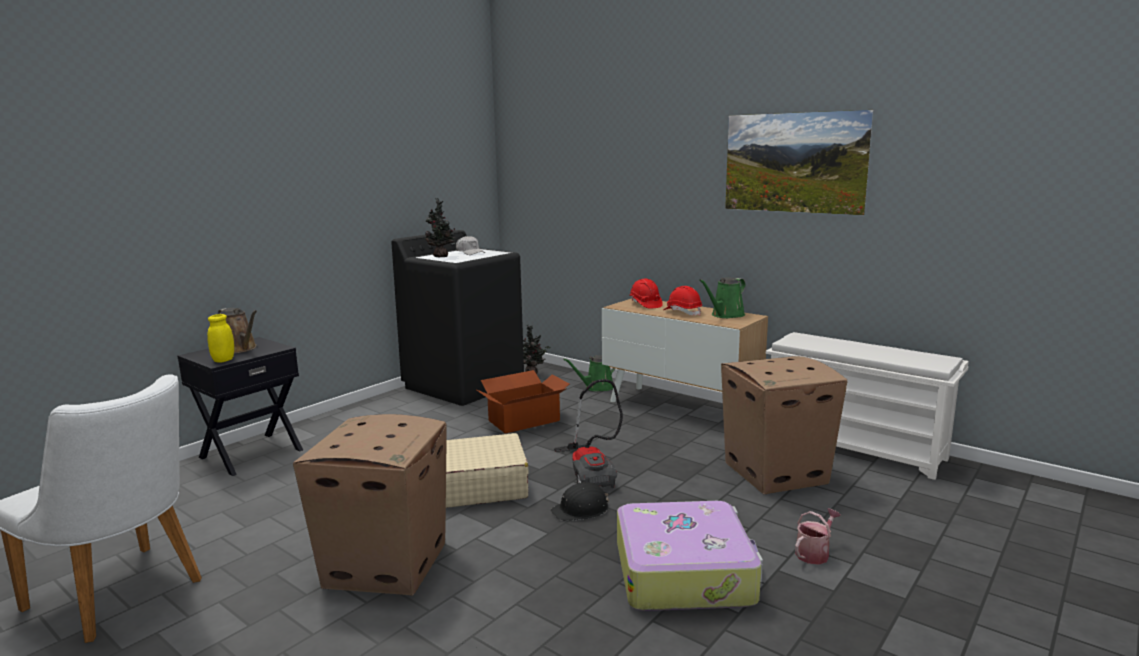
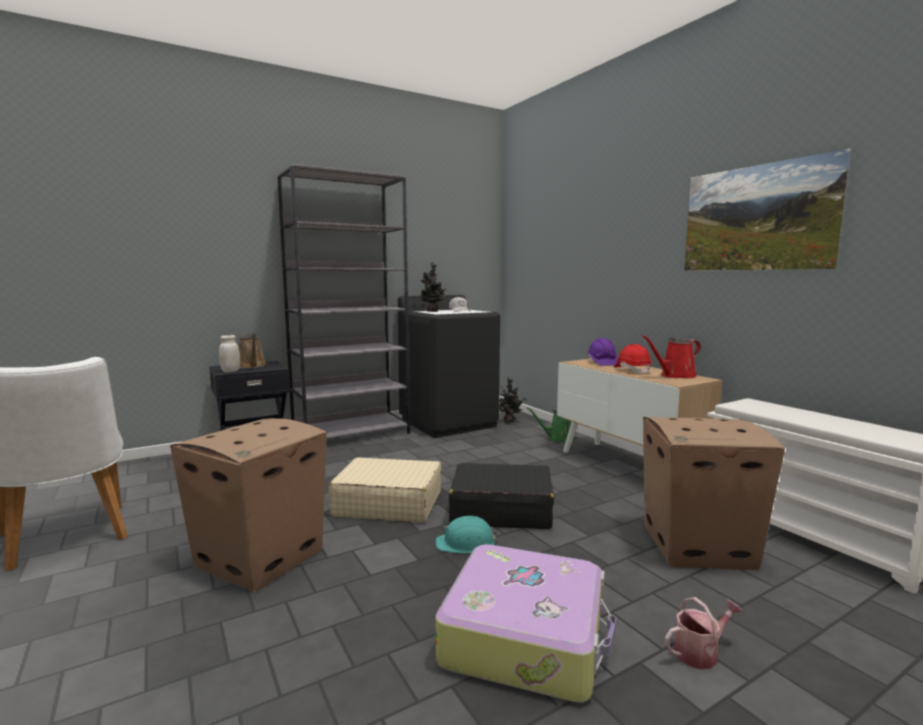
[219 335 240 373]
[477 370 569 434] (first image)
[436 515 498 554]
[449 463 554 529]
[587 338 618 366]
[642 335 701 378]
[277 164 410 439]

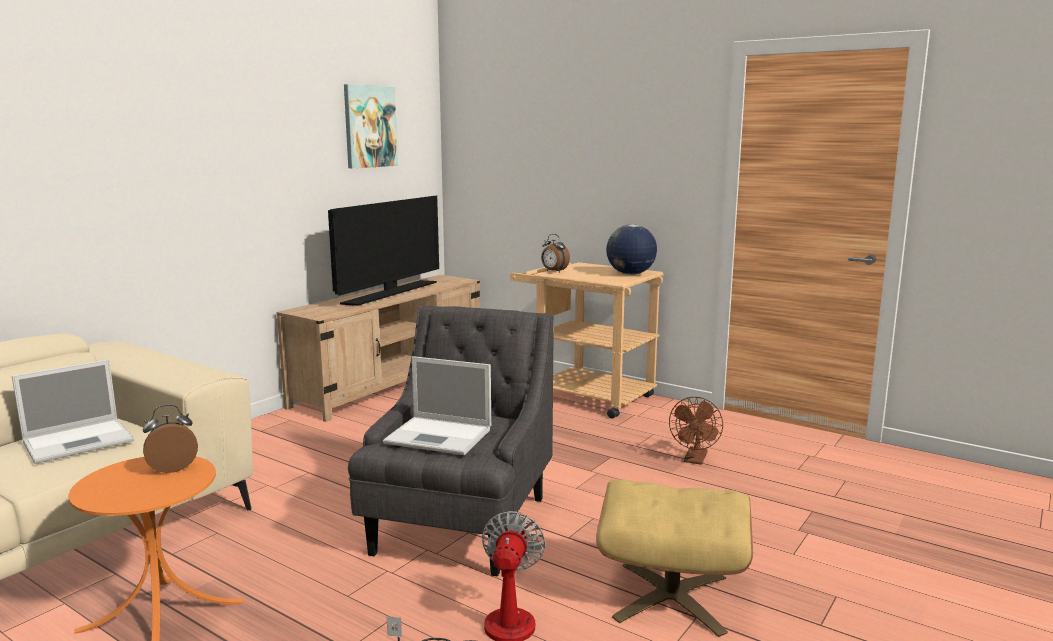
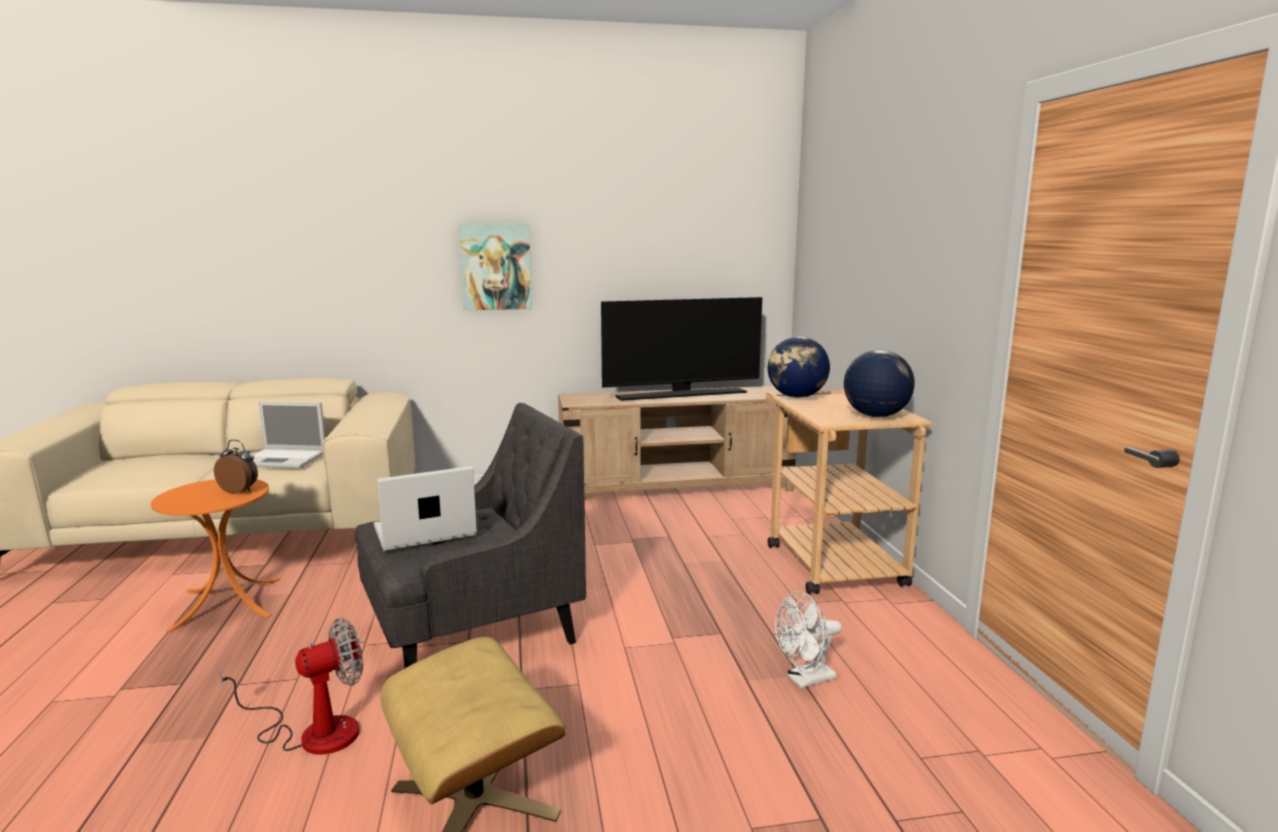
[459 223 532 310]
[374 466 477 551]
[768 337 830 398]
[775 591 842 688]

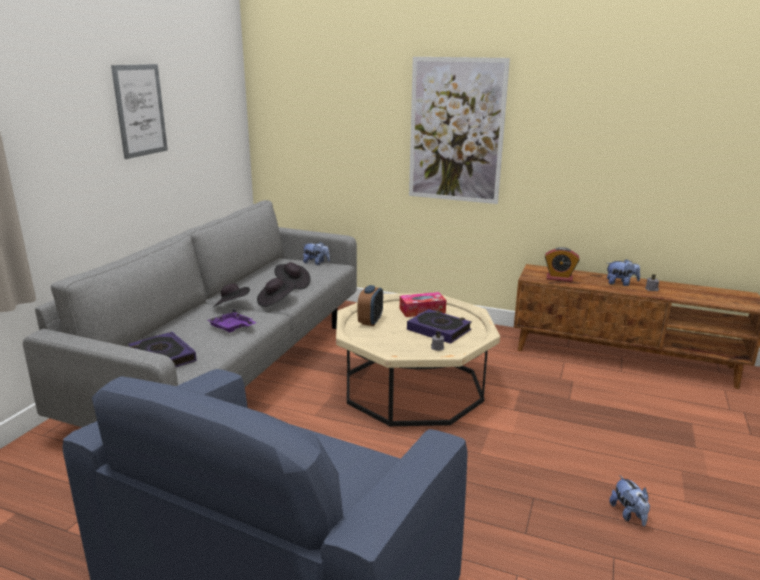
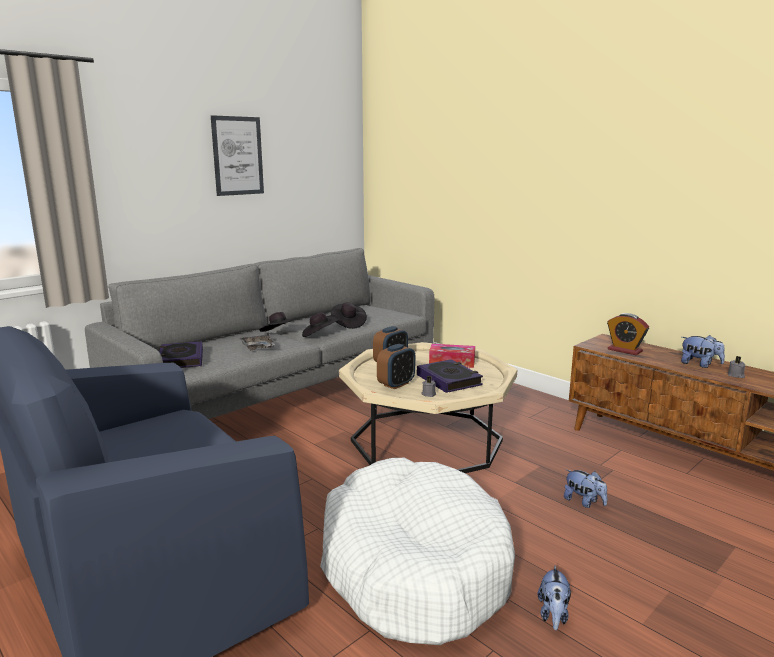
[240 332 275 350]
[564 469 607 508]
[409 57 510 204] (first image)
[320 458 515 645]
[377 344 415 389]

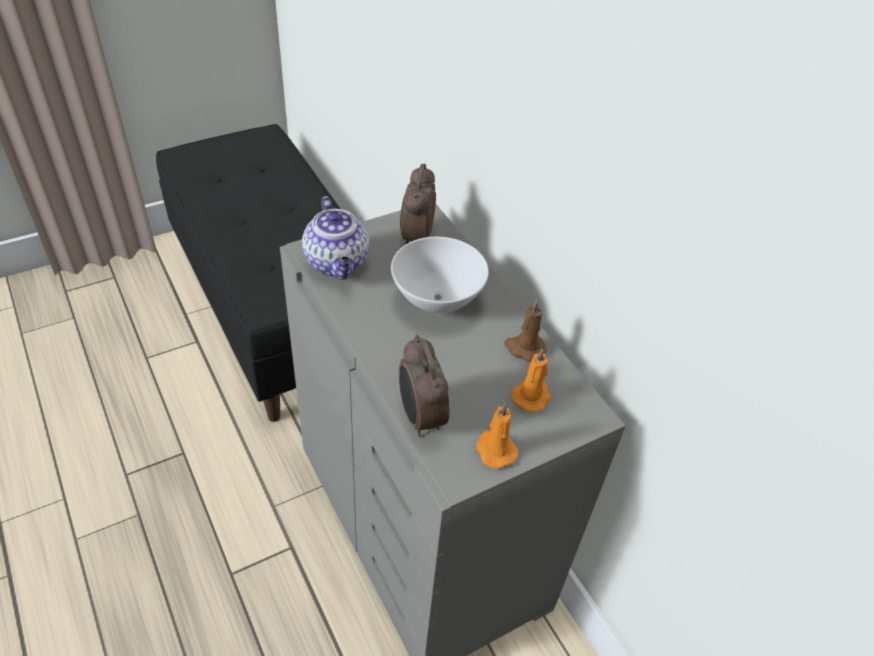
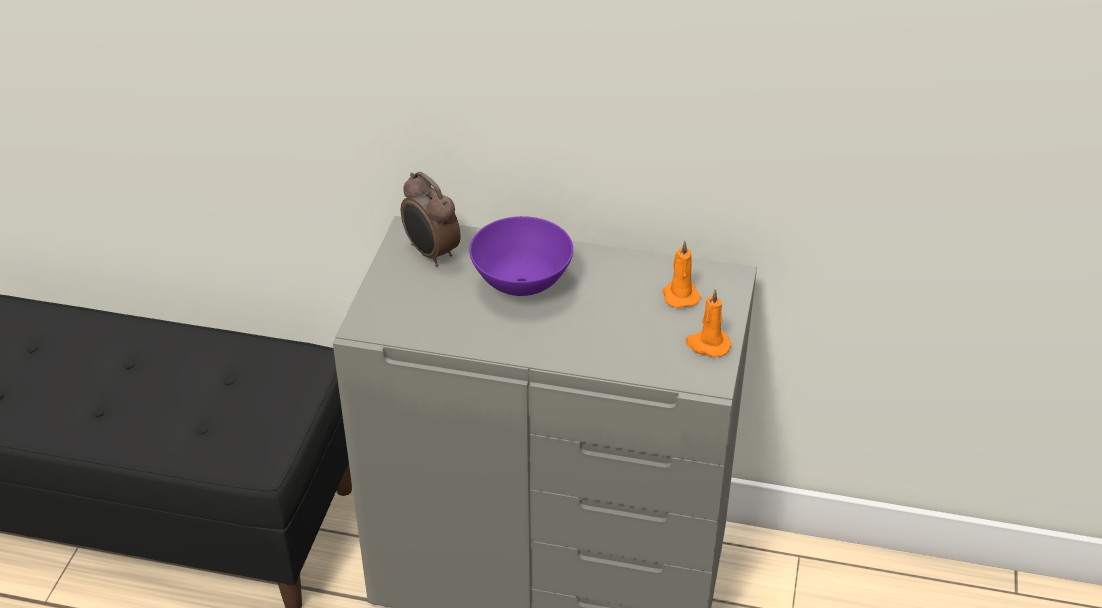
[302 196 370 280] (first image)
[469 216 573 296]
[399 335 449 437] (first image)
[505 300 547 362] (first image)

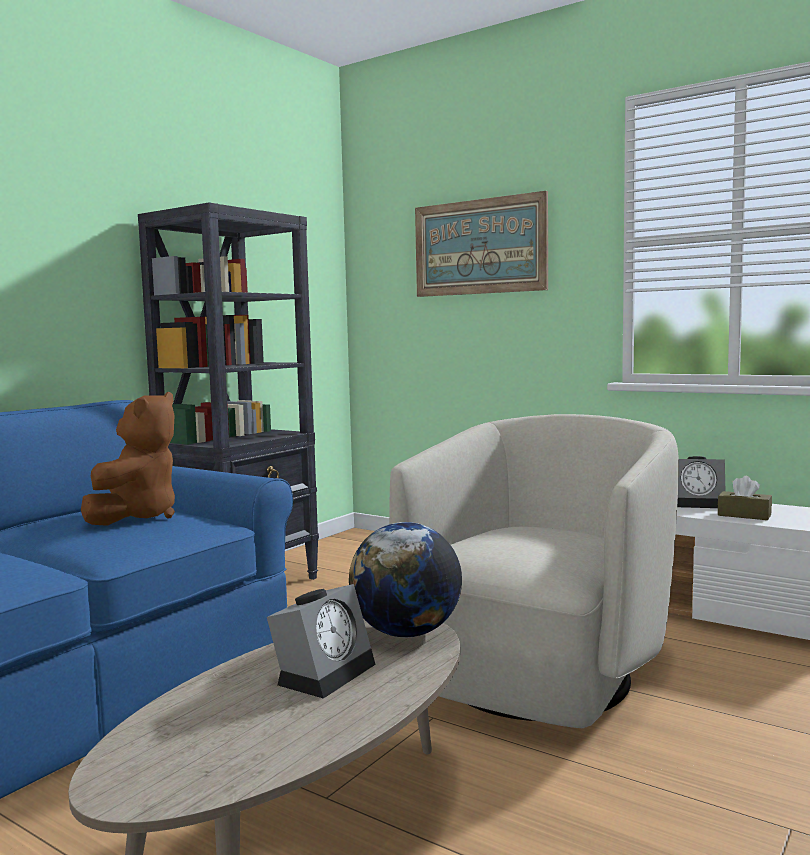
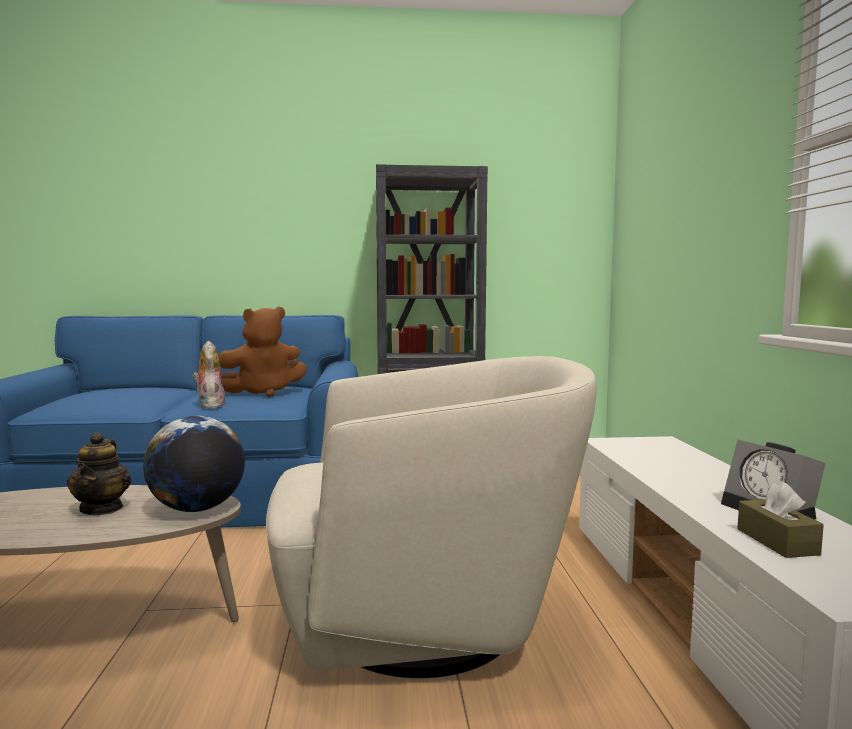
[67 432 131 515]
[415 191 548 297] (first image)
[193 341 225 408]

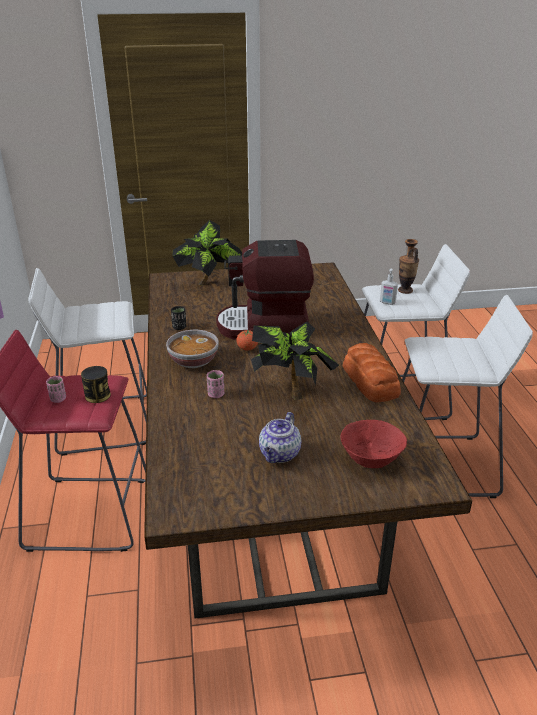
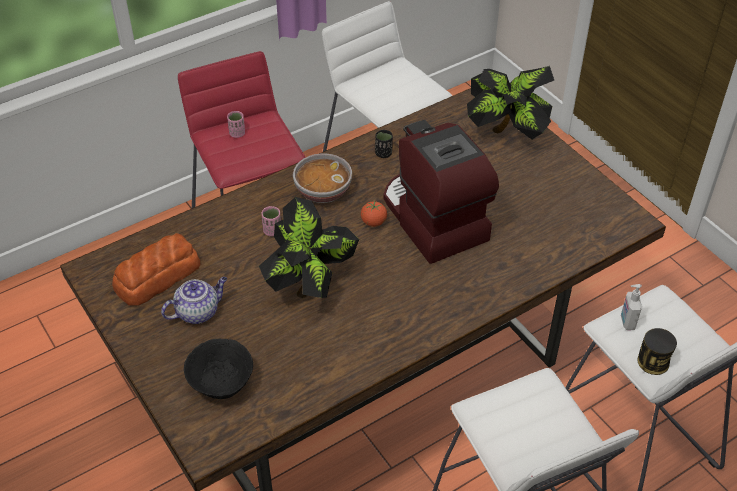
[637 328 677 375]
[161 277 227 324]
[184 339 253 399]
[112 233 200 306]
[398 239 419 294] (first image)

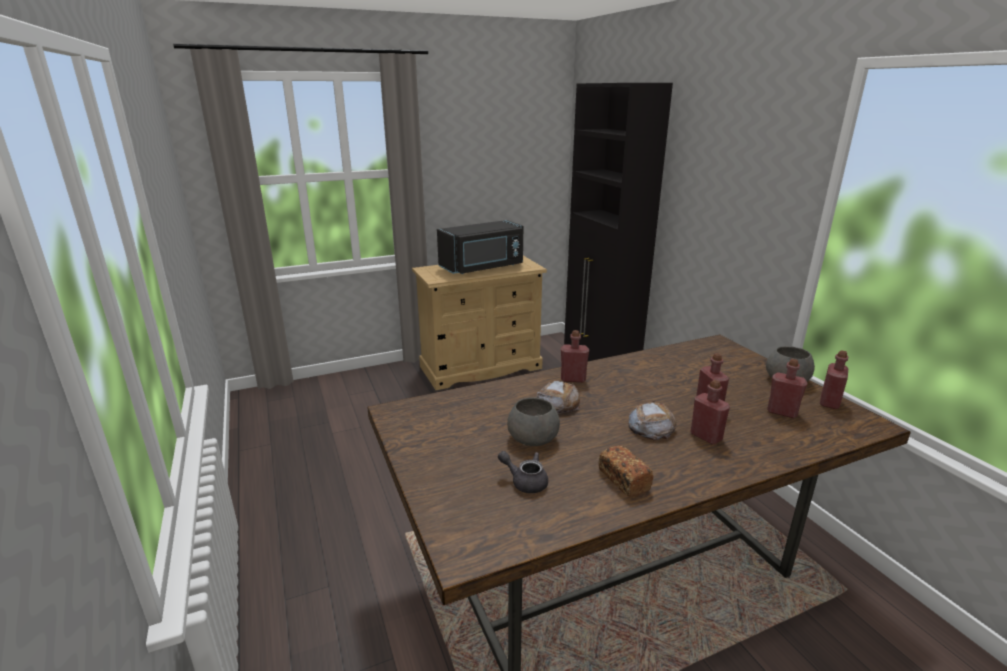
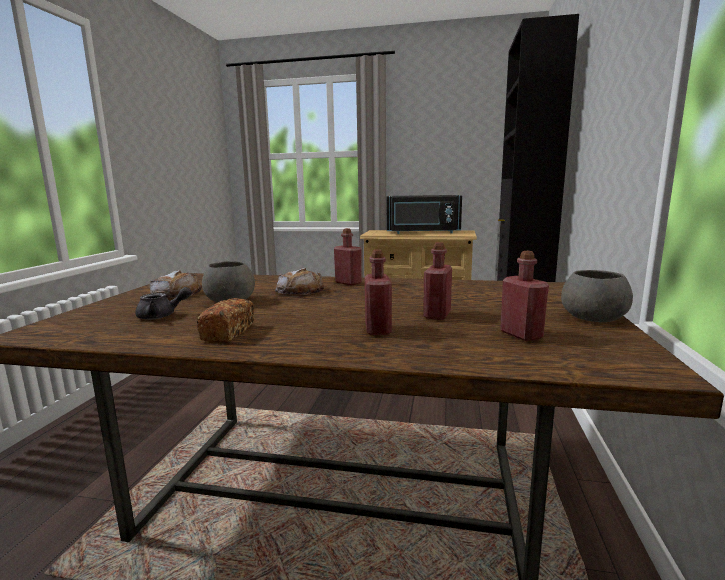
[135 287 192 320]
[149 270 202 298]
[820 350 848 409] (first image)

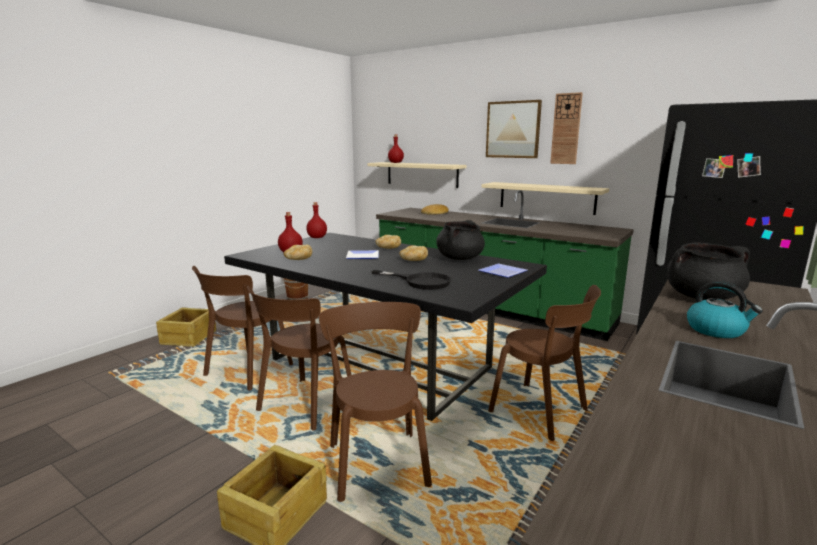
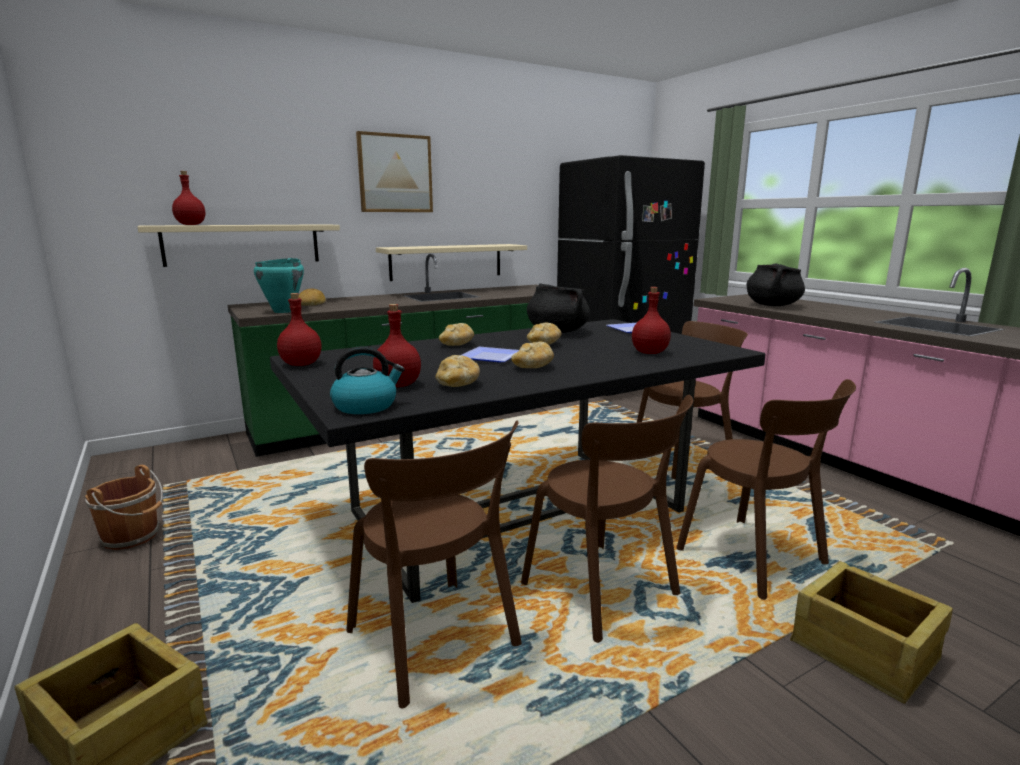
[677 379 856 600]
[632 287 671 354]
[550 92 583 164] (first image)
[330 346 405 414]
[254 258 304 313]
[511 341 554 368]

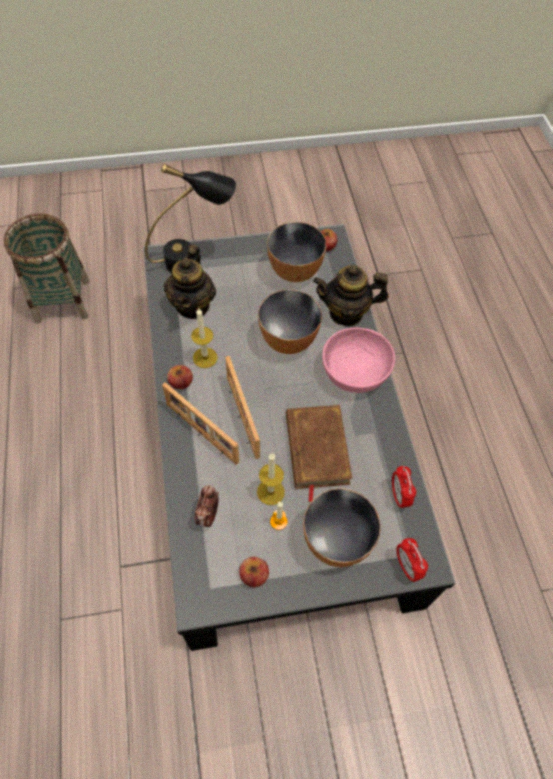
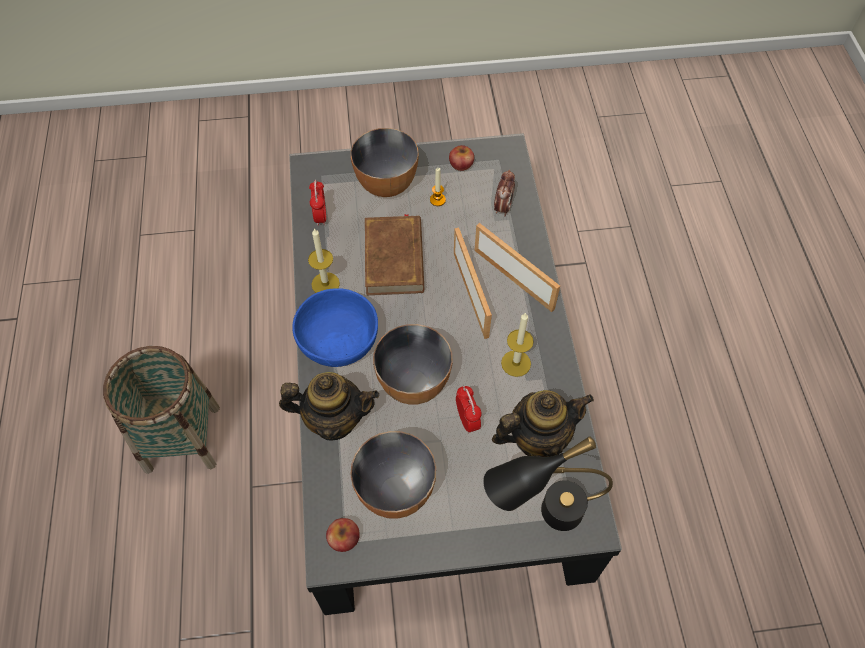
[103 346 220 474]
[492 390 594 457]
[167 365 193 389] (first image)
[308 228 340 293]
[292 288 378 367]
[456 386 482 433]

